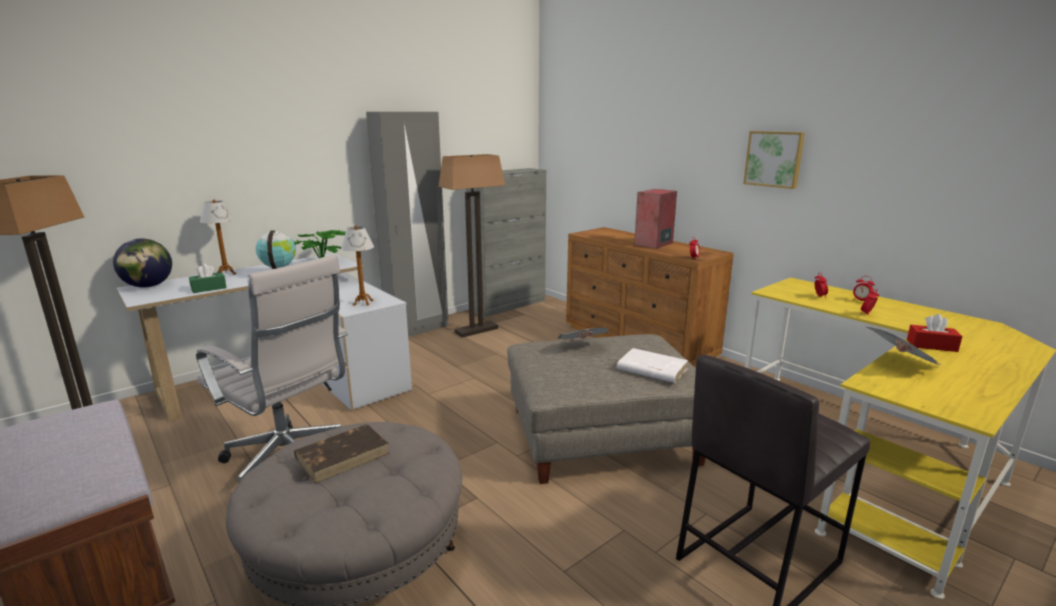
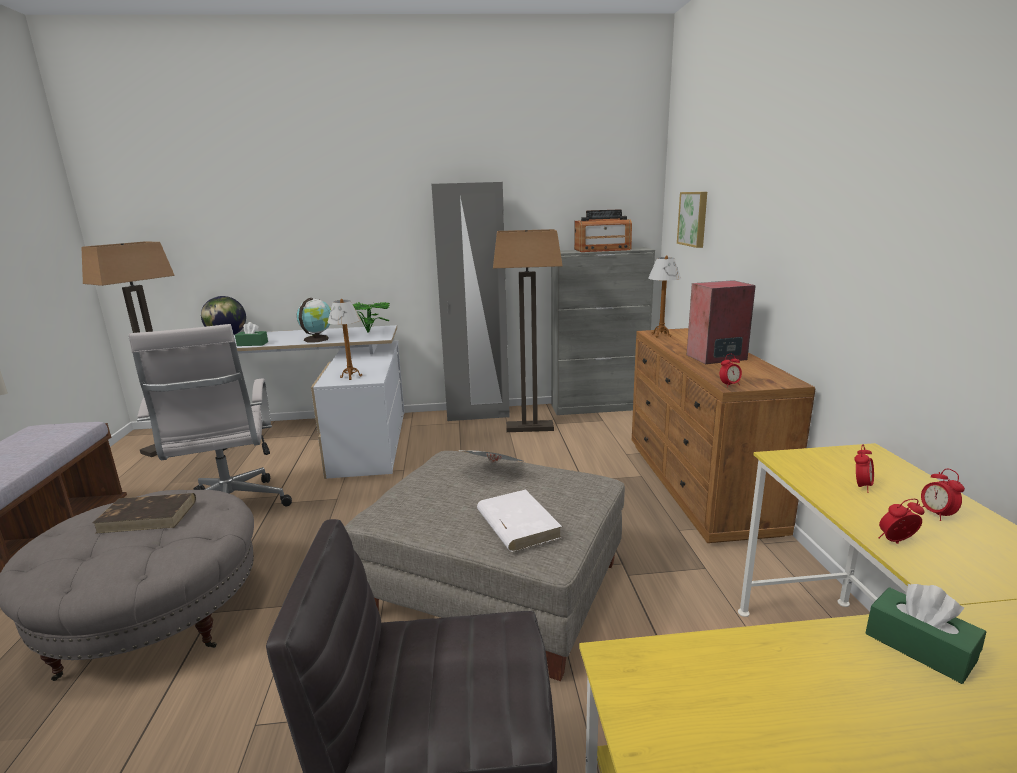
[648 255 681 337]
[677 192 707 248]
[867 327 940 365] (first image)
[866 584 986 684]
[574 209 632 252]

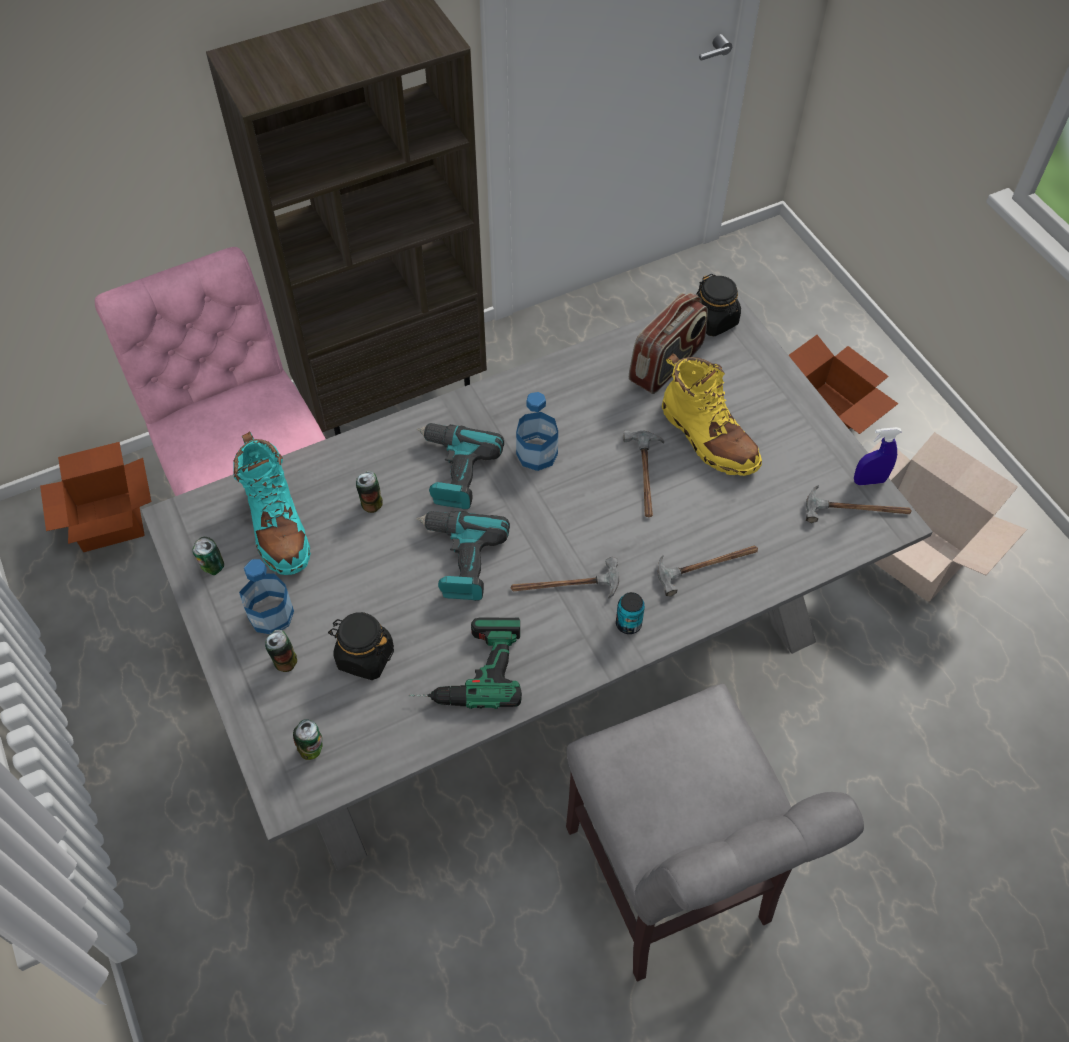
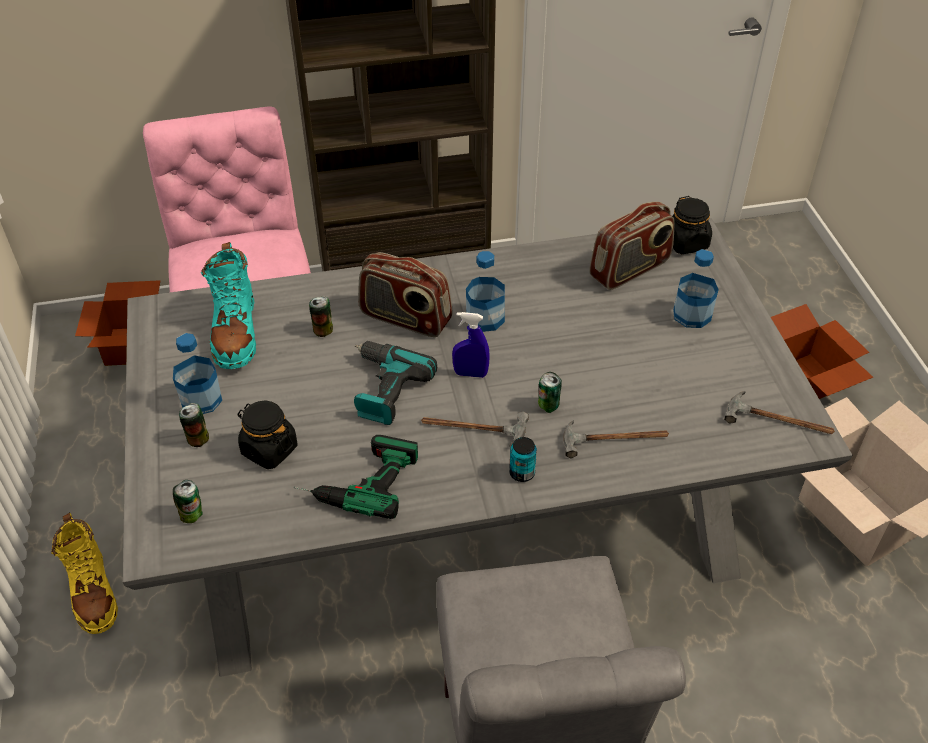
[538 372 562 413]
[358 252 452 337]
[623 430 664 517] (first image)
[51 513 118 634]
[452 312 490 378]
[673 249 719 328]

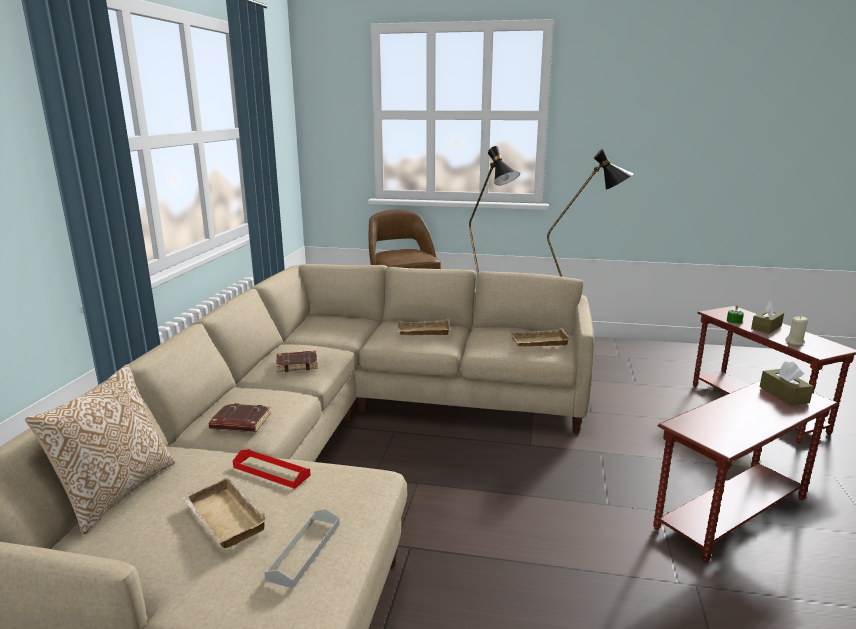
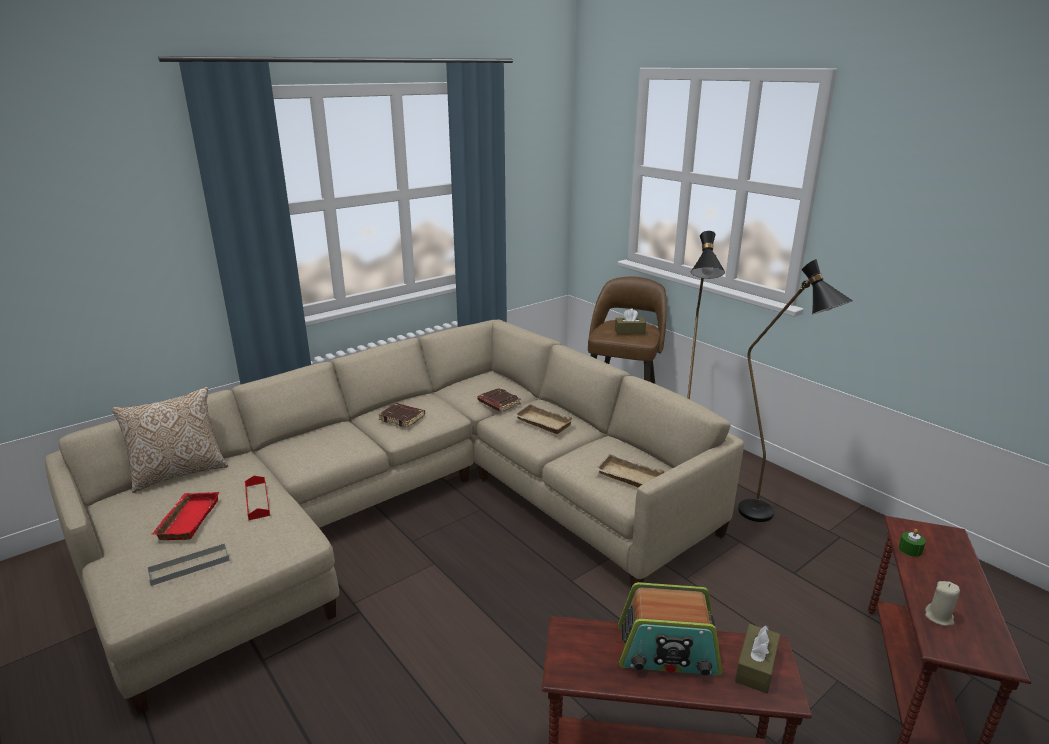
[151 492 219 540]
[478 388 521 412]
[615 308 646 335]
[618 582 722 676]

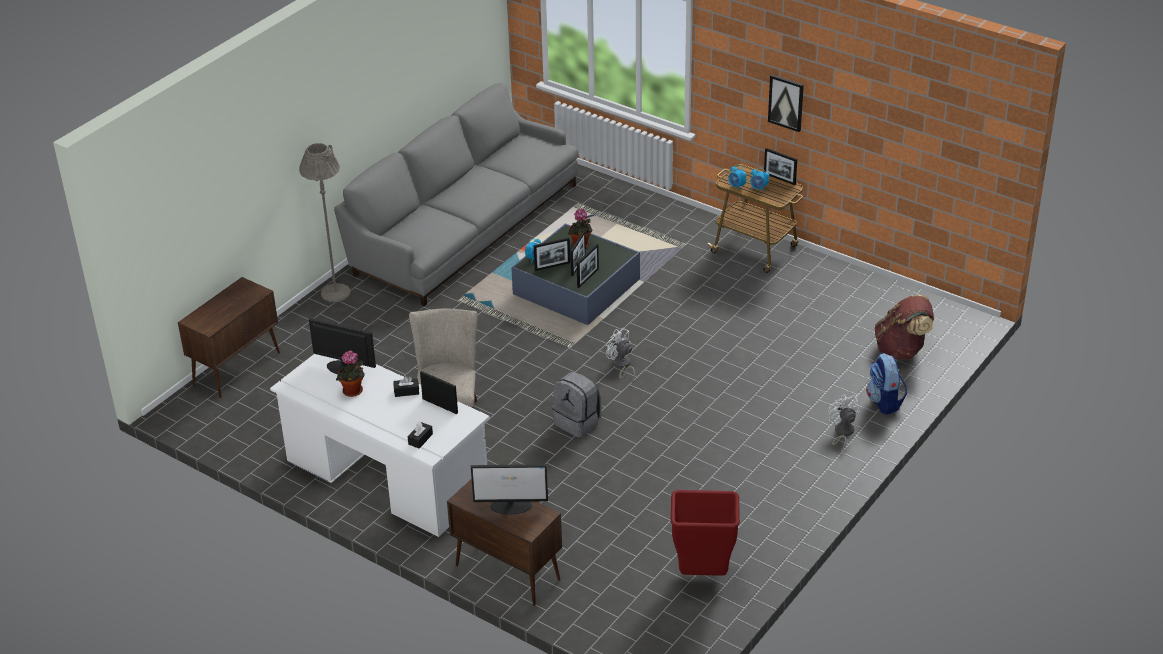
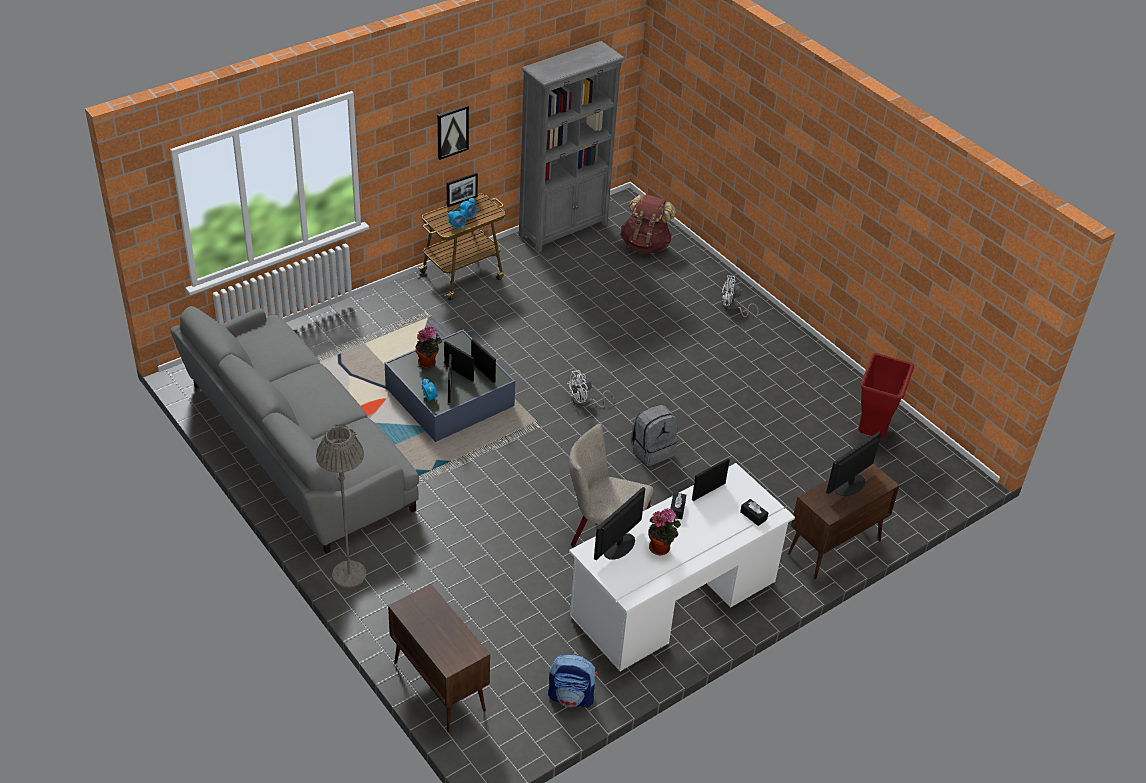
[826 431 881 496]
[548 655 598 708]
[519 41 625 253]

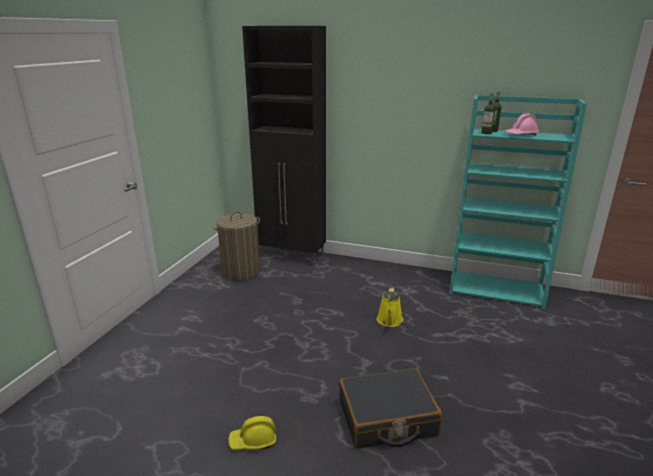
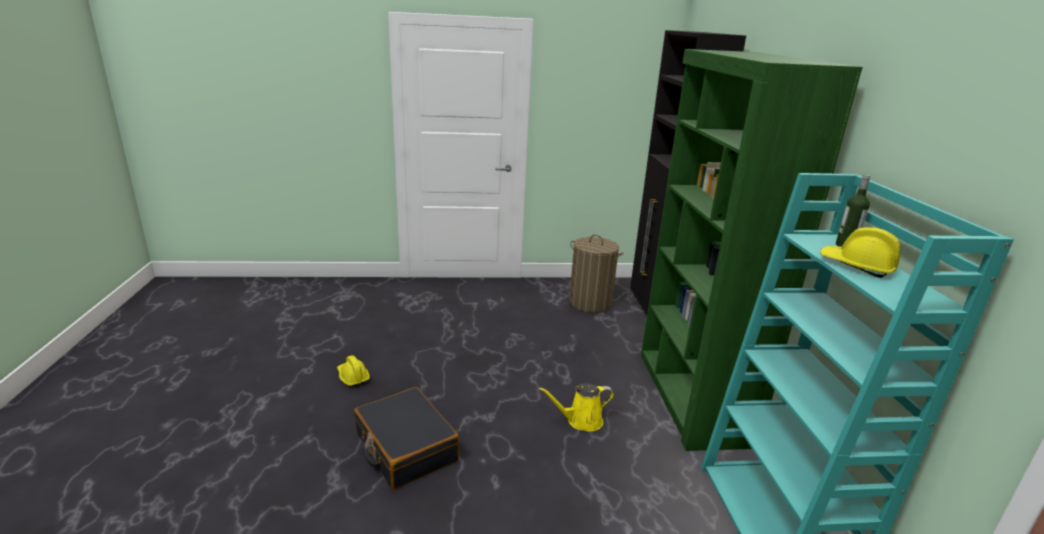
[481 93 496 135] (first image)
[820 227 900 278]
[641 49 863 451]

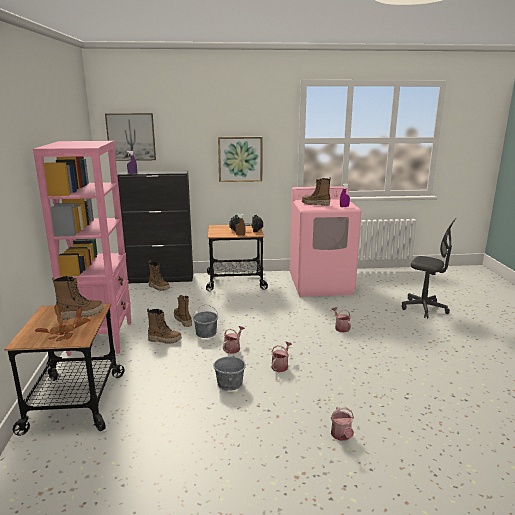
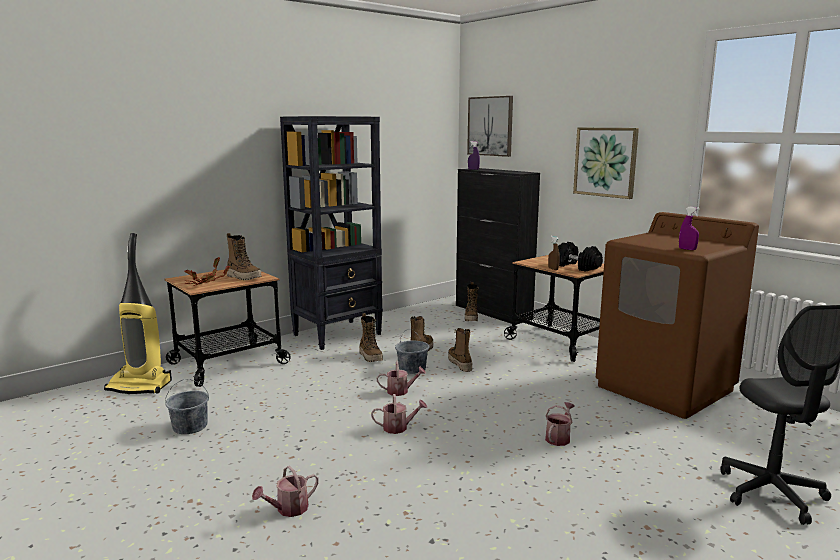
[280 116 383 350]
[165 379 209 434]
[596 212 759 419]
[448 328 472 372]
[104 233 172 394]

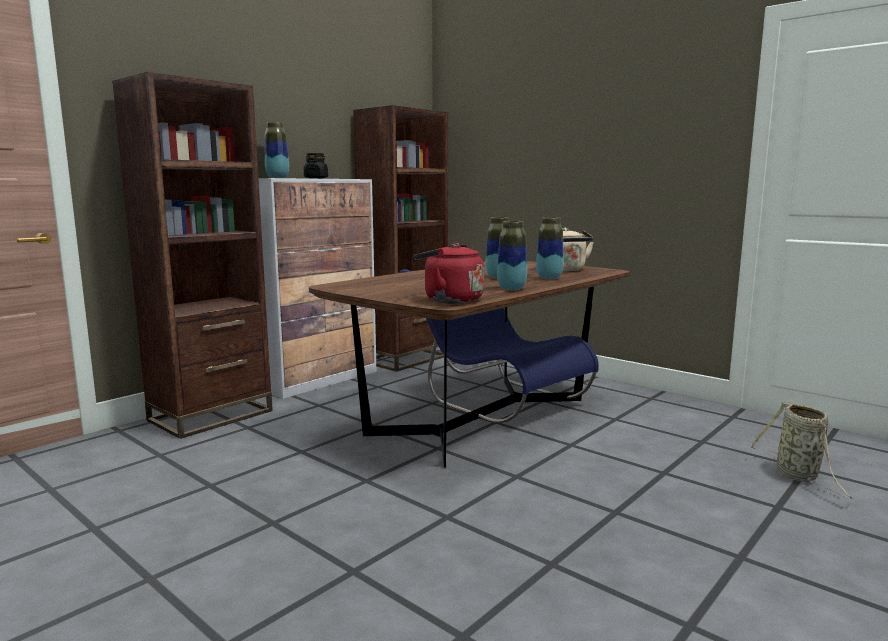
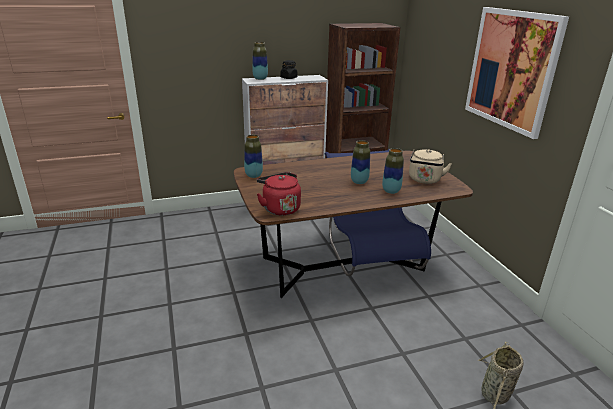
[112 72 273 439] (first image)
[244 135 263 178]
[465 7 569 139]

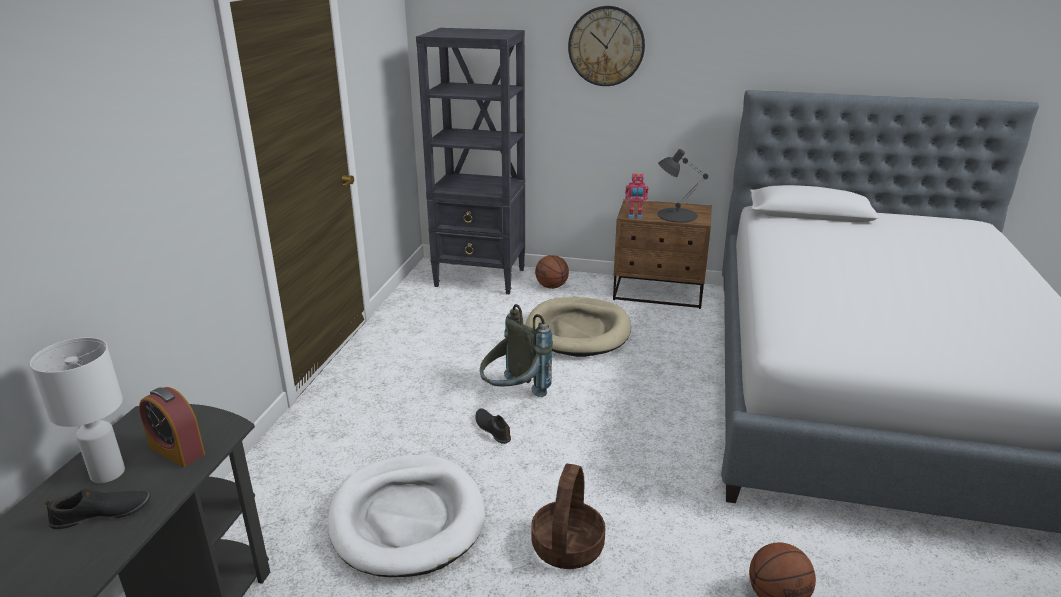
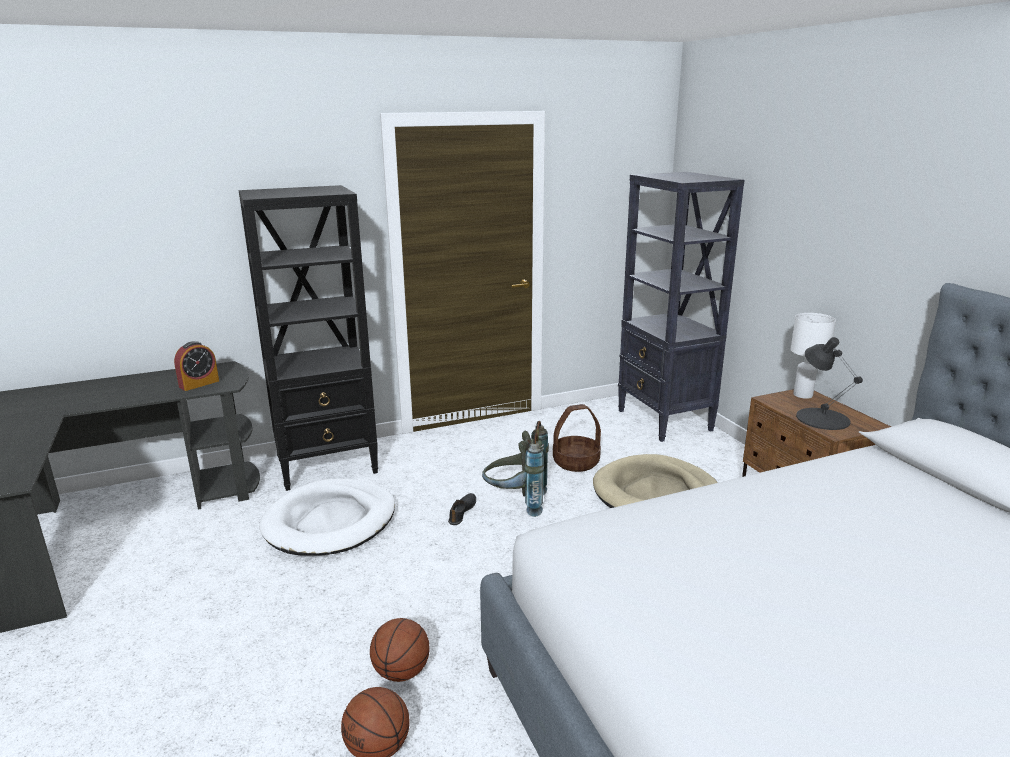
[790 313 836 399]
[45 488 150 529] (first image)
[174 341 219 391]
[553 404 601 472]
[370 618 430 682]
[568 6 645 86] (first image)
[625 173 649 219] (first image)
[239 185 378 491]

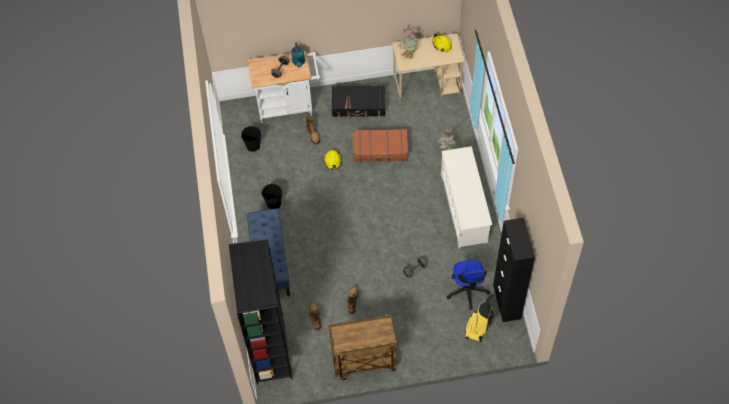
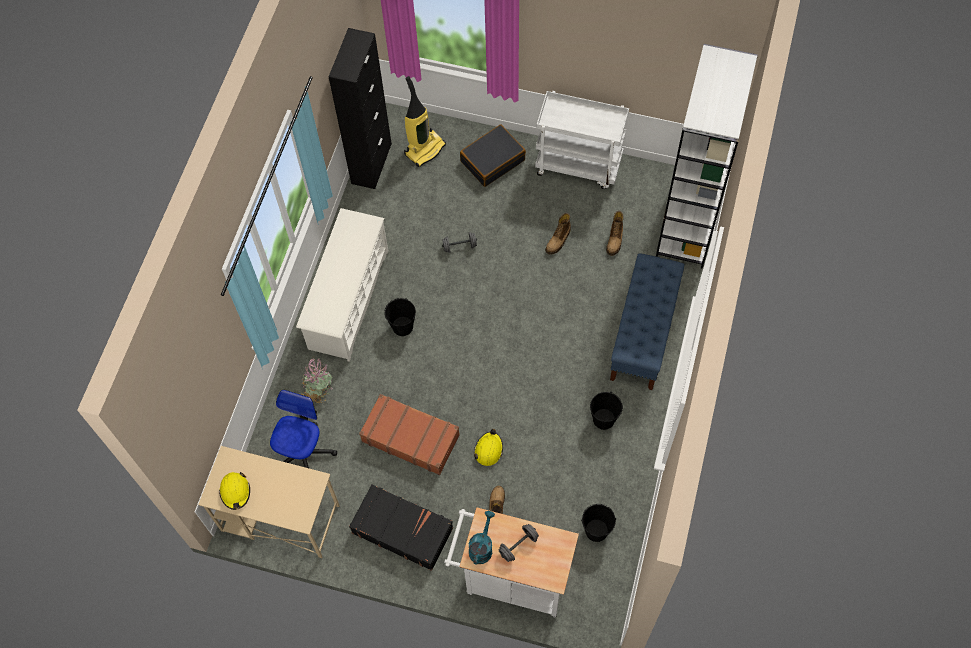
[656 44 758 268]
[535 91 629 189]
[398 25 419 59] (first image)
[270 390 337 468]
[384 298 416 336]
[460 124 526 187]

